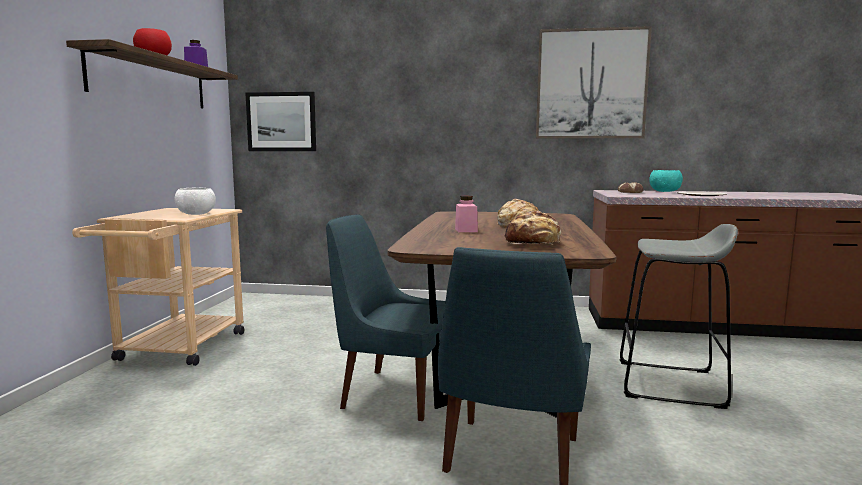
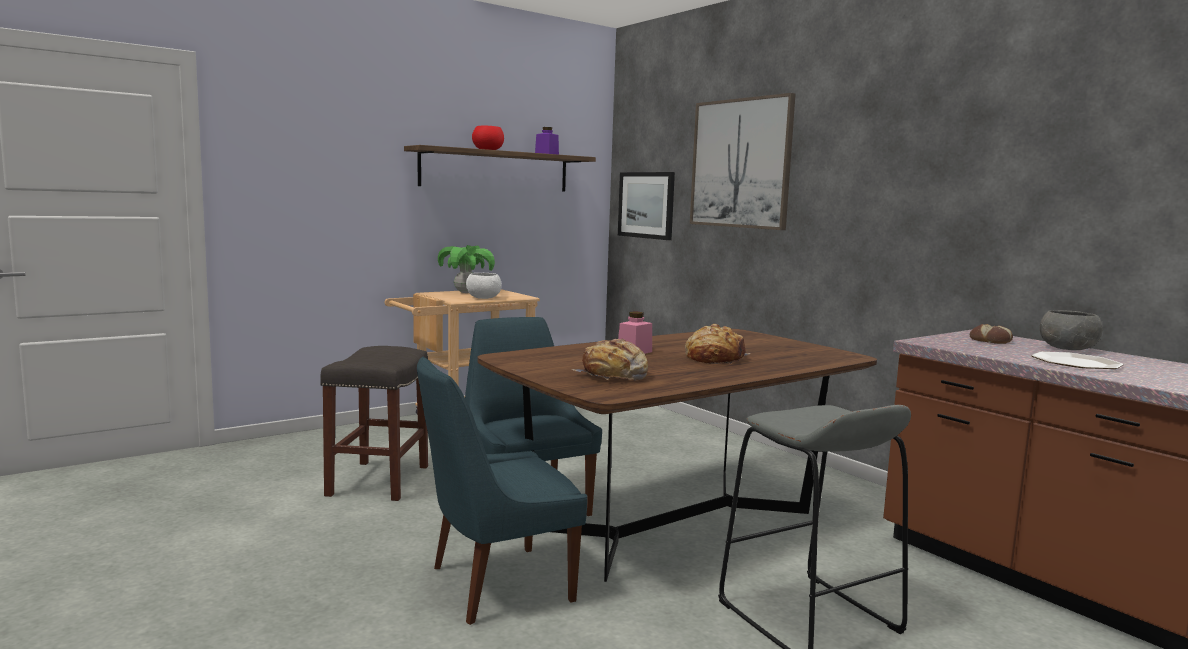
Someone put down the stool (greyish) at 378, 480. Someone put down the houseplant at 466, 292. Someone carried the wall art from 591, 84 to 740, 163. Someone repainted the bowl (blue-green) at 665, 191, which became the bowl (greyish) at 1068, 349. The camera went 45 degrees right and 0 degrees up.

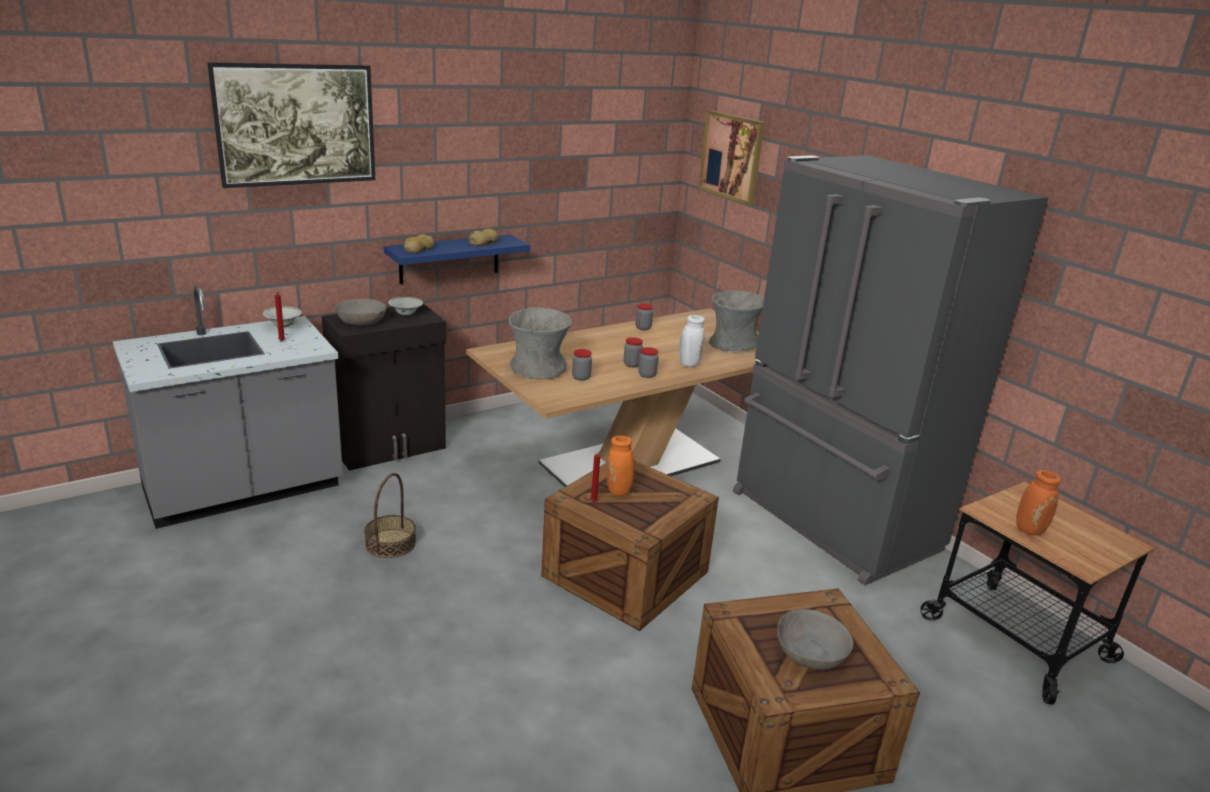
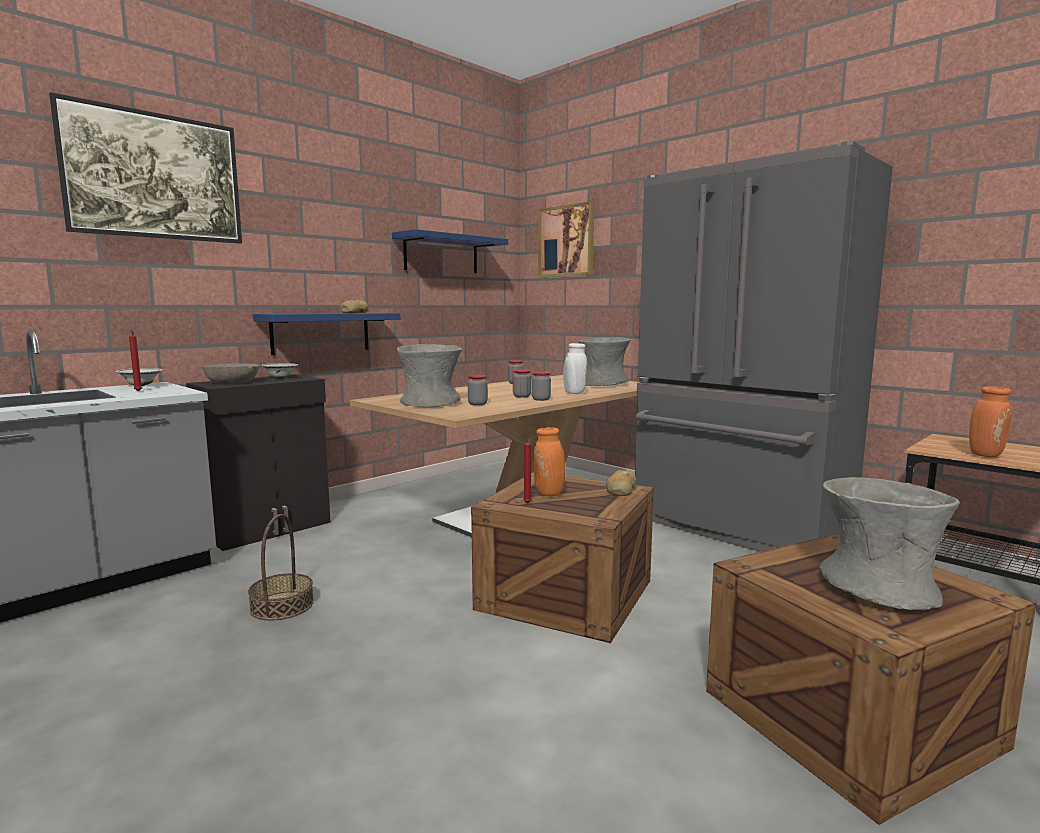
Someone put up the bracket shelf (bluish) at 441, 254. Someone carried the baked bread from 418, 249 to 620, 490. Someone swapped the bowl (greyish) at 810, 654 for the vase (greyish) at 878, 588. The camera went 10 degrees left and 15 degrees down.

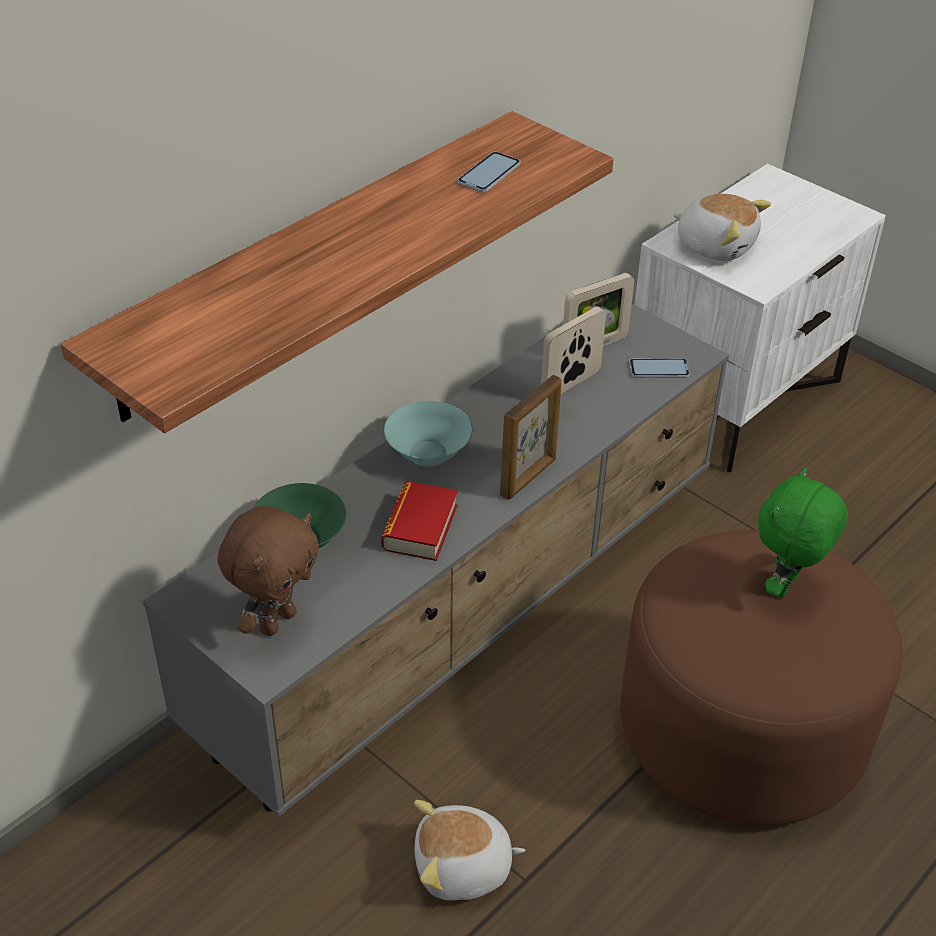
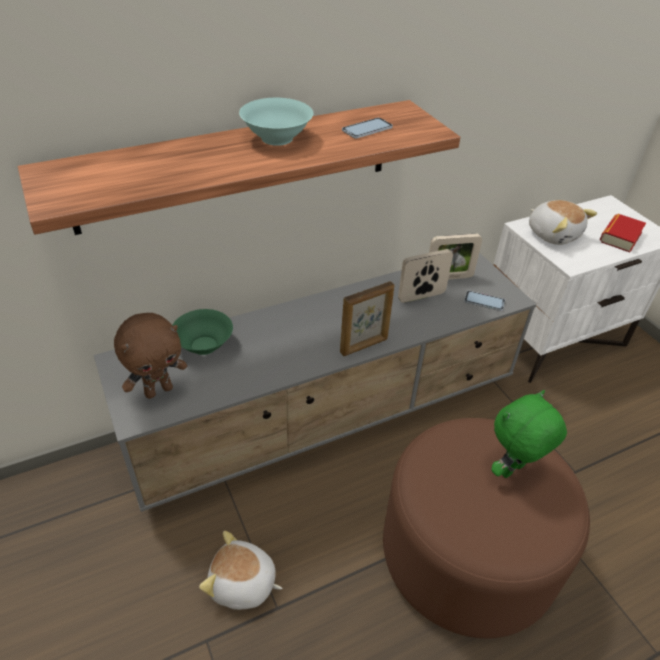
Someone carried the bound book from 420, 527 to 620, 237. Someone carried the bowl (blue-green) from 429, 453 to 278, 138. The camera went 20 degrees right and 0 degrees up.

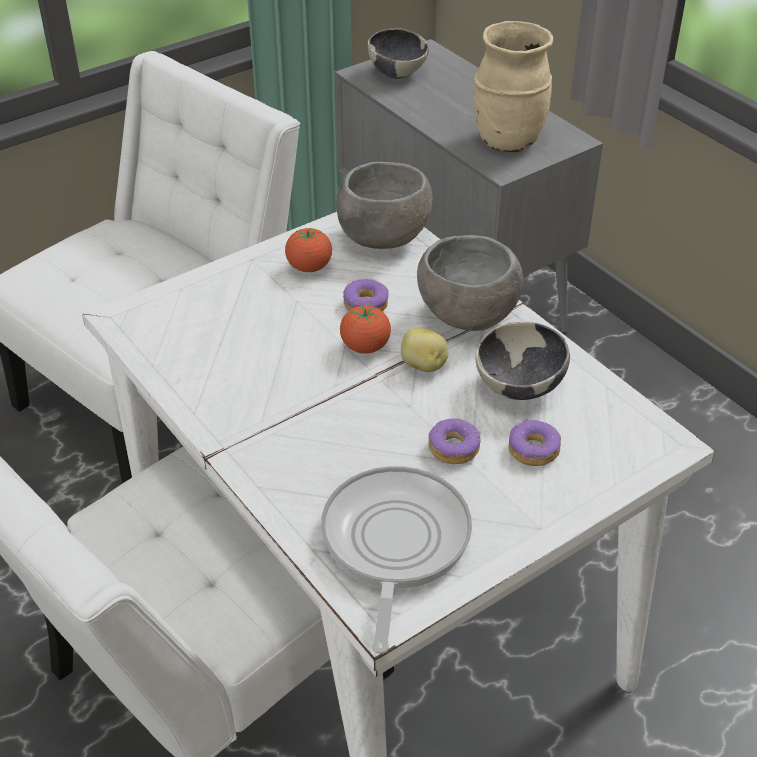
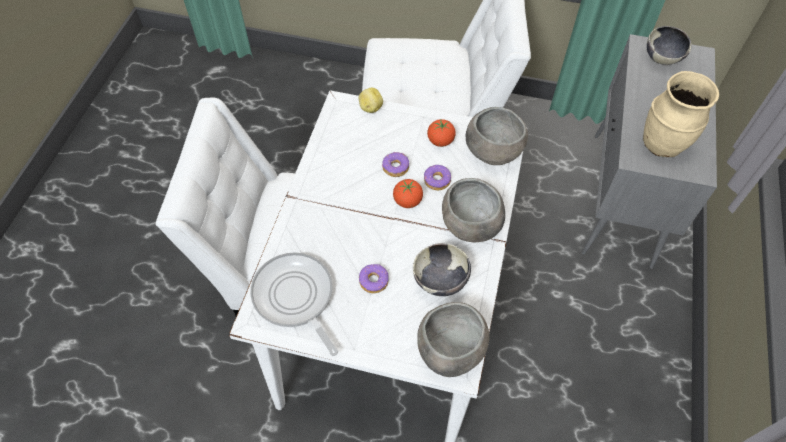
Someone put down the bowl (greyish) at 449, 351. Someone carried the whole potato from 423, 366 to 370, 108. Someone carried the ring doughnut from 533, 450 to 395, 167. Someone rotated the pan at 394, 544 by 90 degrees counterclockwise. The camera went 50 degrees right and 15 degrees up.

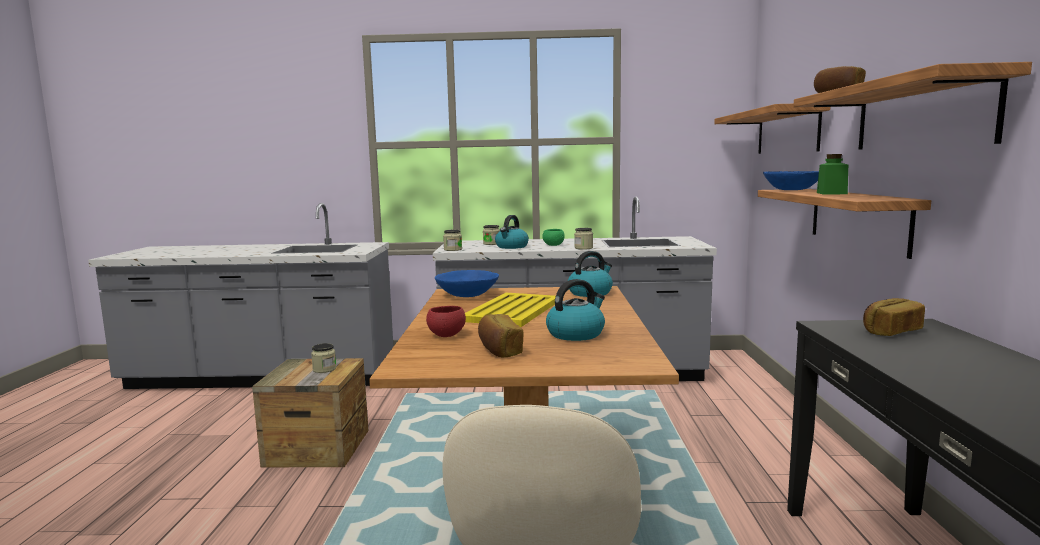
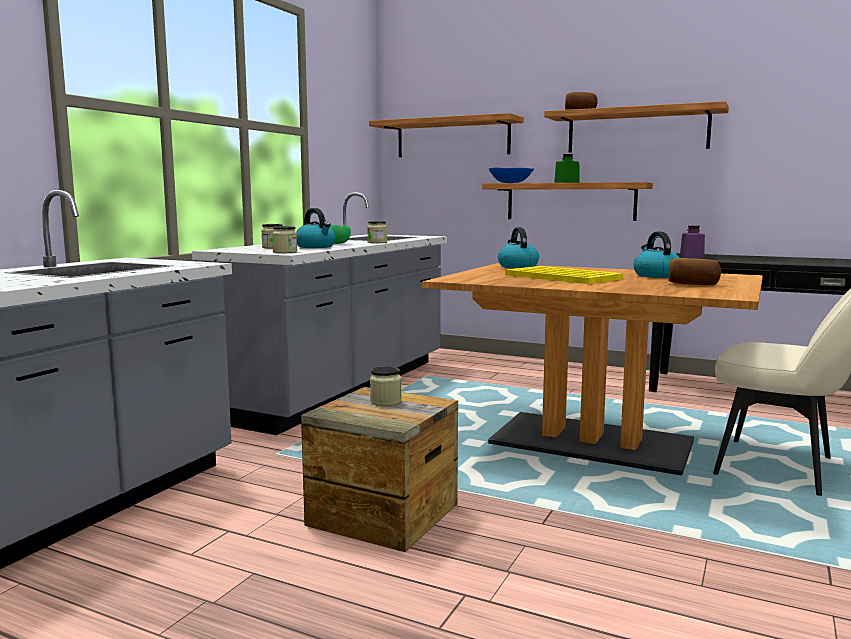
Someone took away the bowl (red-coloured) at 447, 335. Someone took away the bowl (bluish) at 468, 295. Someone swapped the baked bread at 890, 331 for the preserve jar (purple) at 691, 256. The camera went 65 degrees left and 0 degrees up.

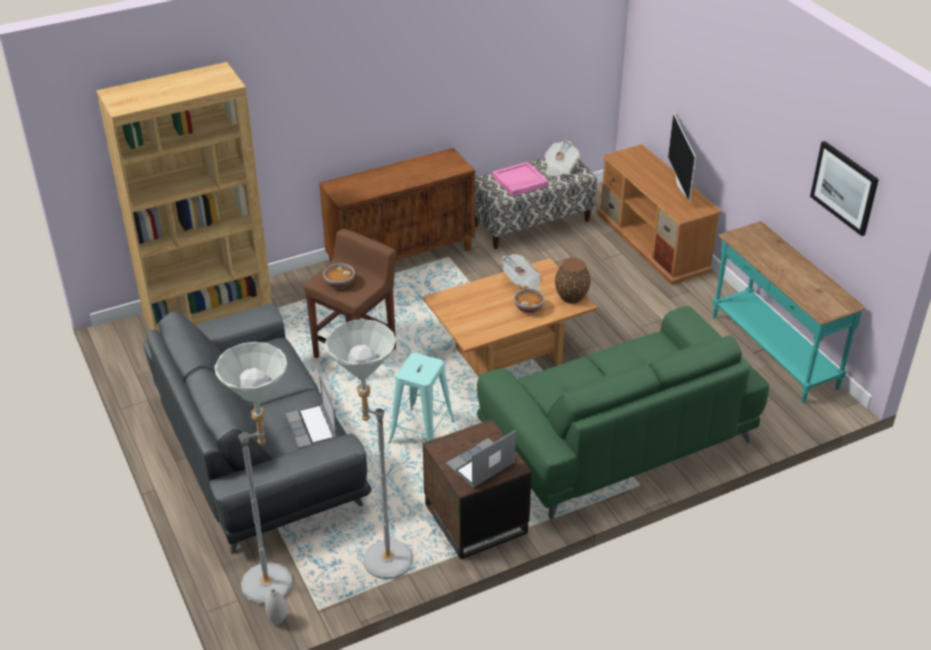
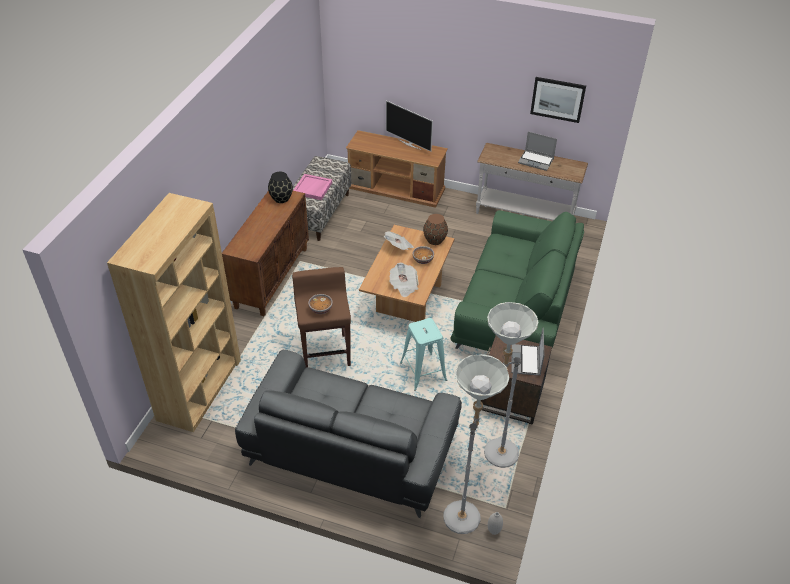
Someone put down the vase (black-coloured) at 281, 198. Someone carried the notebook computer from 313, 428 to 536, 161. Someone carried the newspaper from 559, 167 to 404, 286. Someone repainted the console table (blue-green) at 772, 352, which became the console table (white) at 524, 215. The camera went 45 degrees left and 5 degrees up.

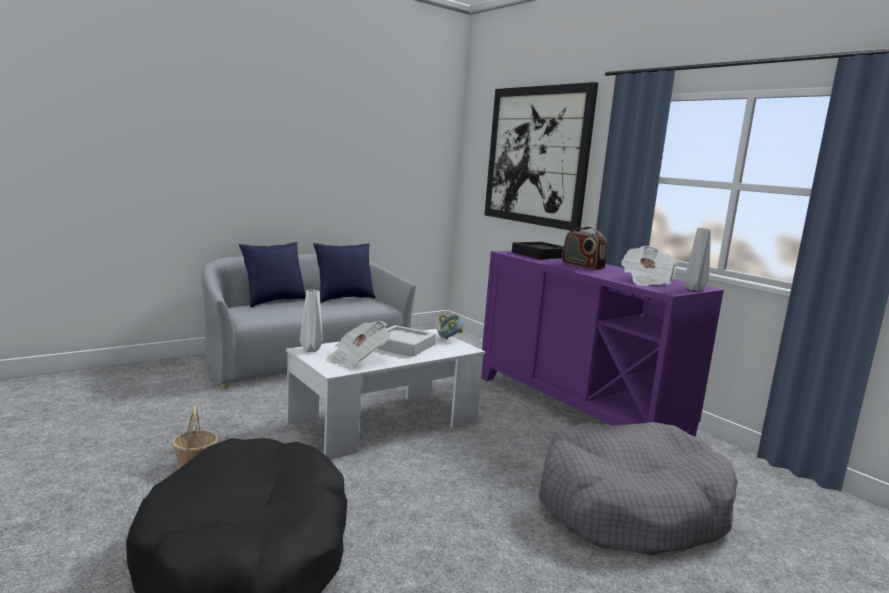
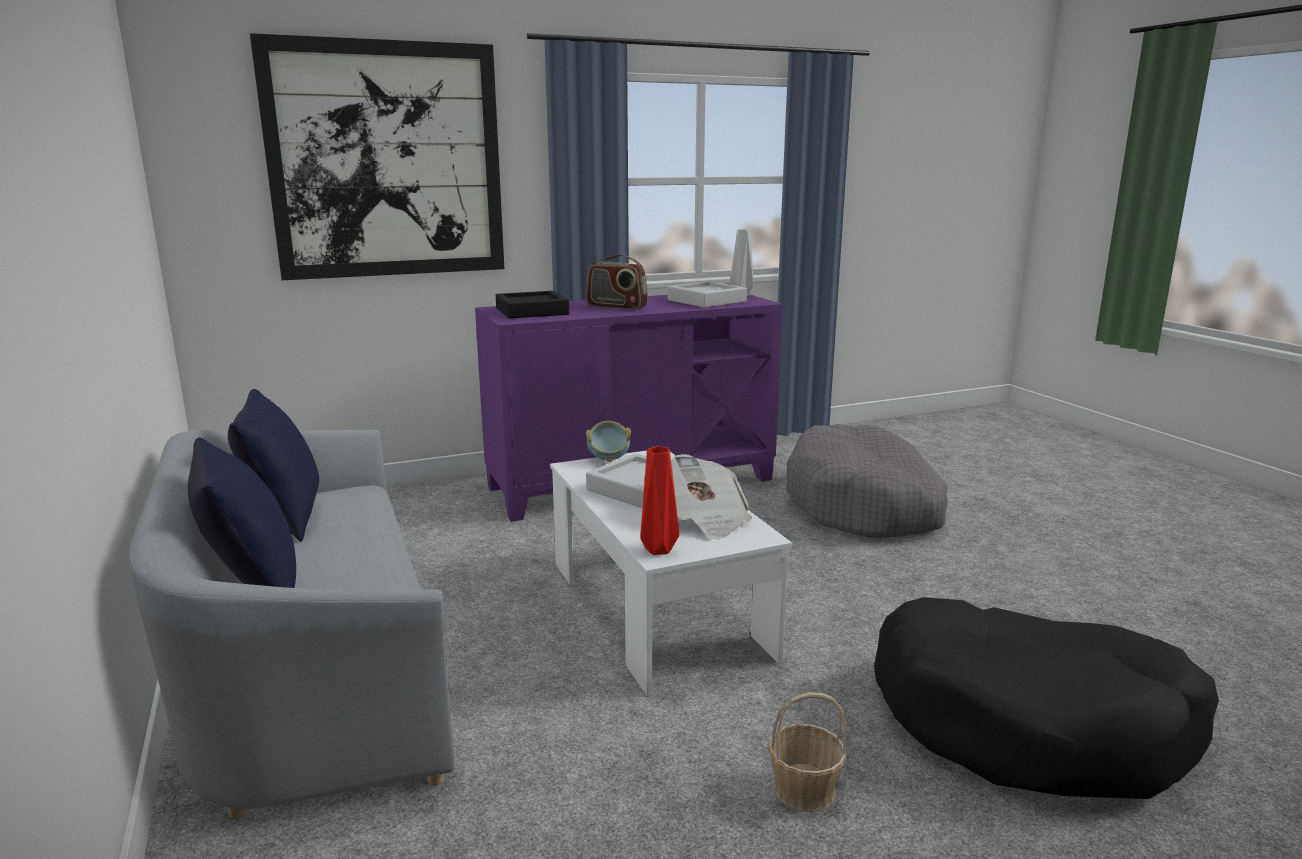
Someone swapped the newspaper at 646, 281 for the carrying tray (greyish) at 706, 301. Someone repainted the vase (white) at 312, 350, which became the vase (red-coloured) at 659, 549. Someone rotated the radio at 582, 266 by 45 degrees clockwise. The camera went 75 degrees left and 5 degrees up.

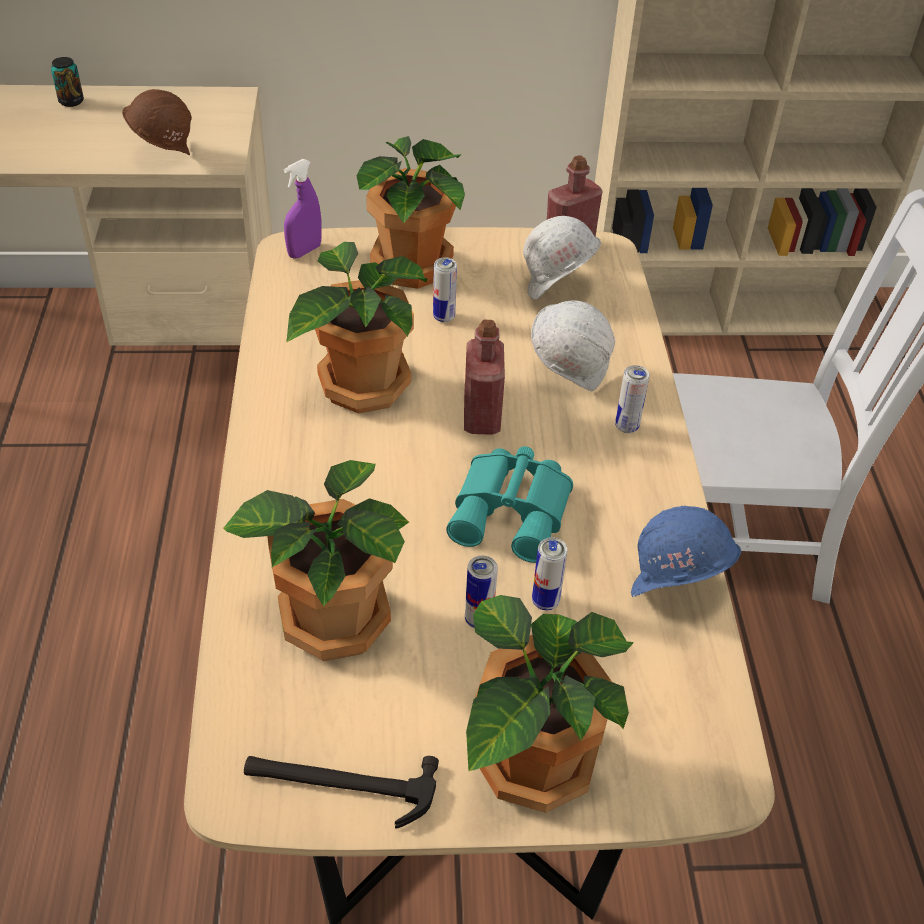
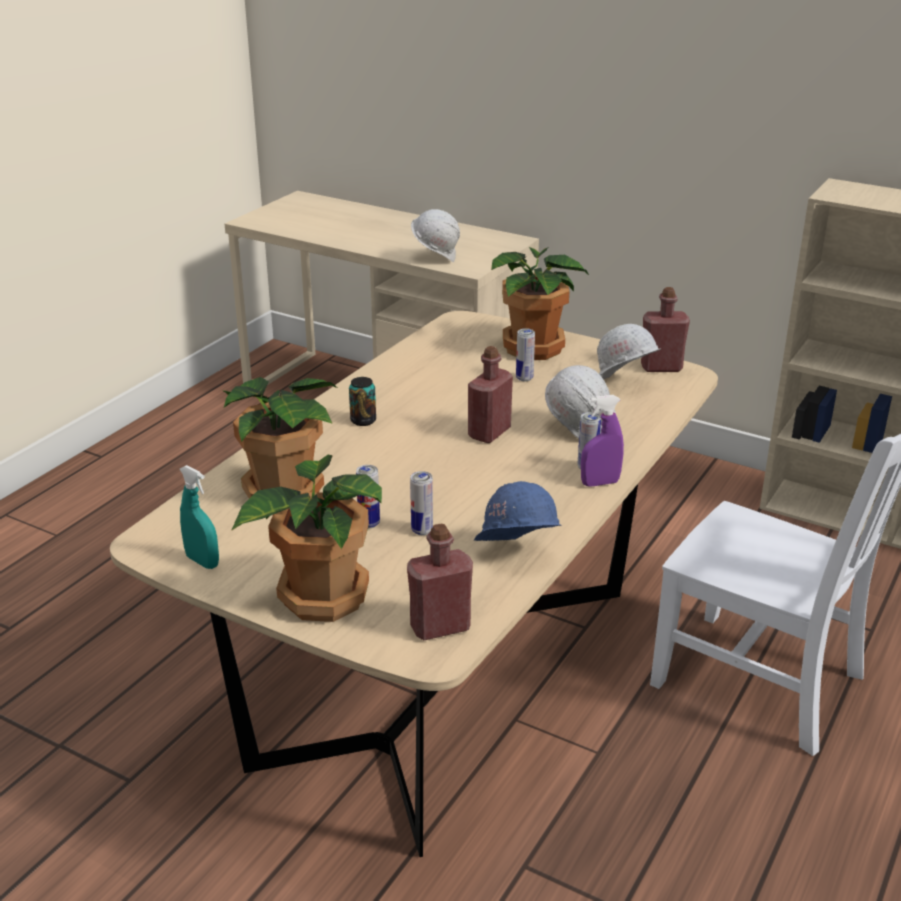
Someone took away the houseplant at 360, 386. Someone took away the binoculars (blue-green) at 514, 511. Someone put down the beverage bottle (red-coloured) at 440, 627. Someone carried the sealed can from 71, 101 to 363, 420. Someone carried the spray bottle (purple) from 304, 251 to 600, 483. Someone swapped the hand hammer at 339, 784 for the spray bottle (blue-green) at 202, 561. Someone repainted the hard hat (brown-coloured) at 163, 155, which became the hard hat (white) at 436, 259. The camera went 35 degrees right and 15 degrees down.

